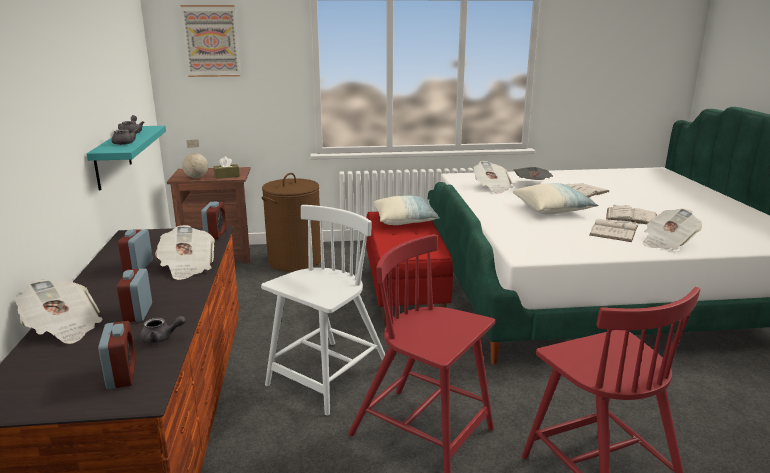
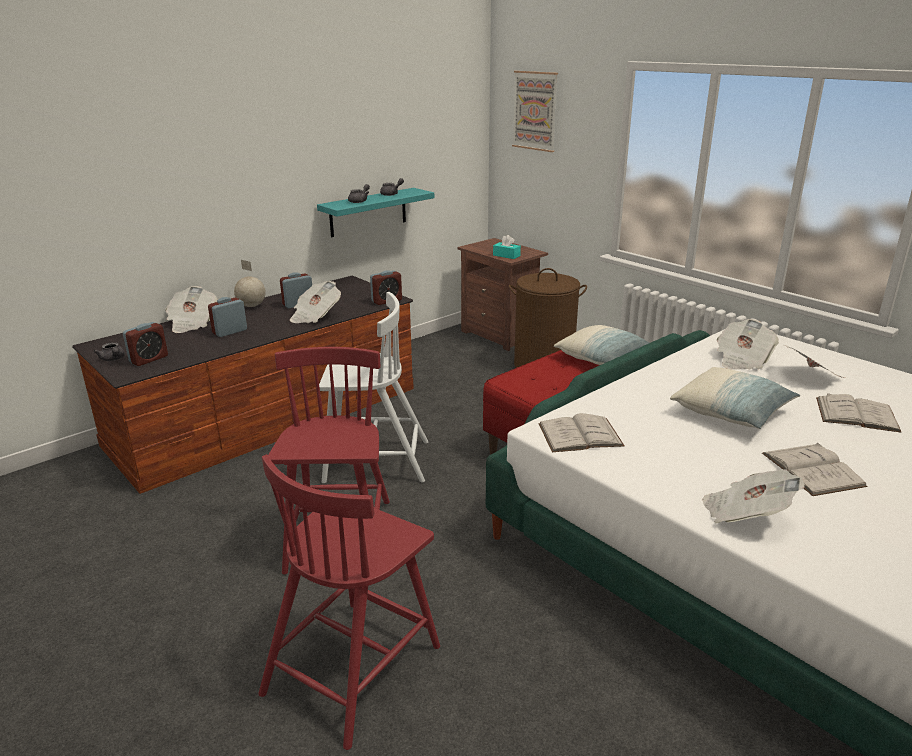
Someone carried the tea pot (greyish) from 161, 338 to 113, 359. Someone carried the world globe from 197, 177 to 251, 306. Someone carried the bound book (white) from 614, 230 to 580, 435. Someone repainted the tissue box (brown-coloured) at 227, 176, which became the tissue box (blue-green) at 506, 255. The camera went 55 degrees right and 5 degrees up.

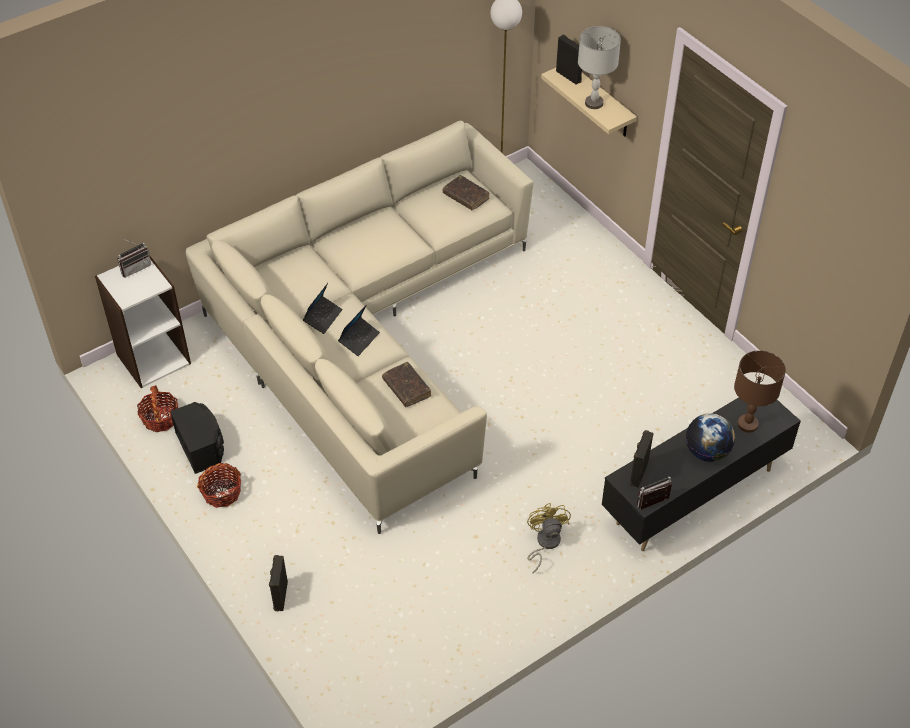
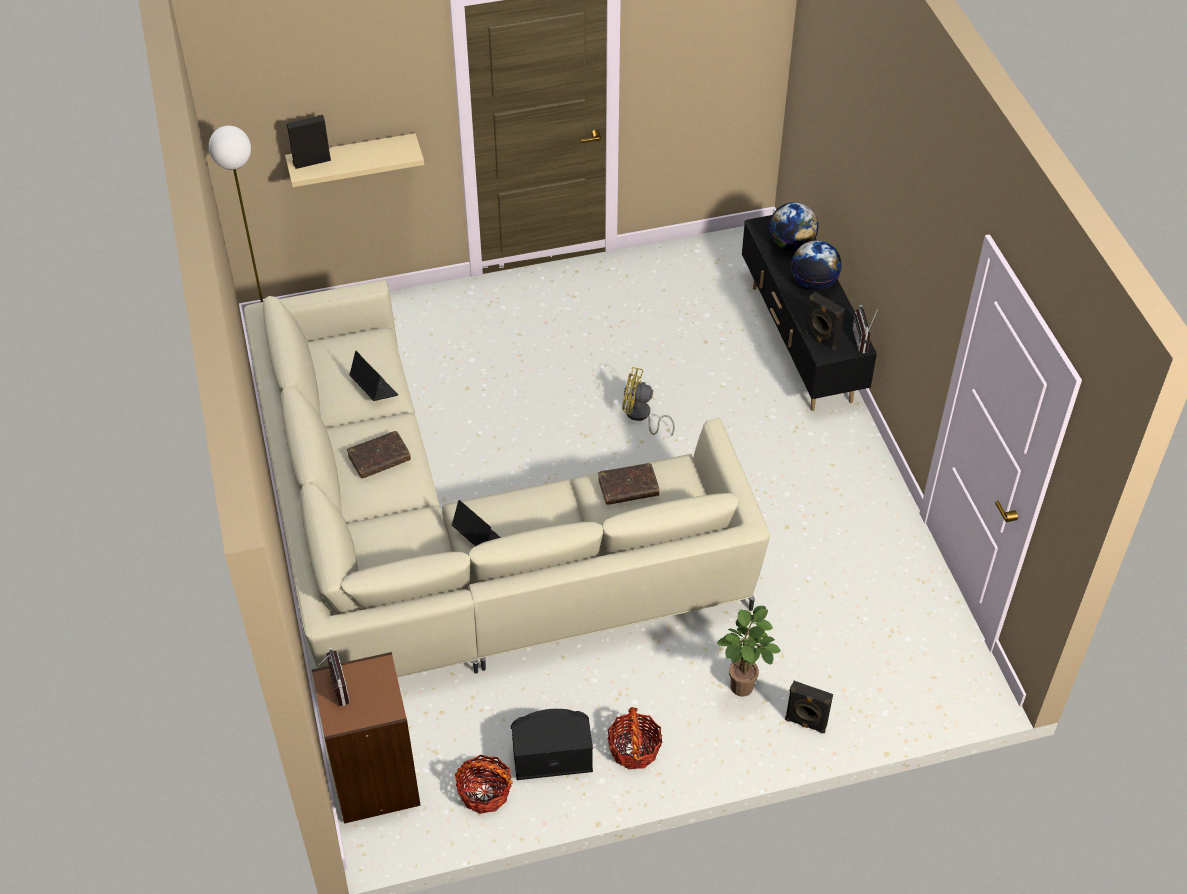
Someone took away the lamp for a table (greyish) at 594, 103. Someone put down the houseplant at 743, 690. Someone carried the notebook computer from 359, 339 to 374, 388. Someone carried the bound book (brown-coloured) from 466, 196 to 379, 459. Someone carried the electric fan (yellow) from 545, 543 to 641, 416. Someone swapped the lamp for a table (brown-coloured) at 747, 424 for the world globe at 791, 245. Someone repainted the bookcase (white) at 153, 358, which became the bookcase (brown-coloured) at 374, 780. The camera went 70 degrees left and 0 degrees up.

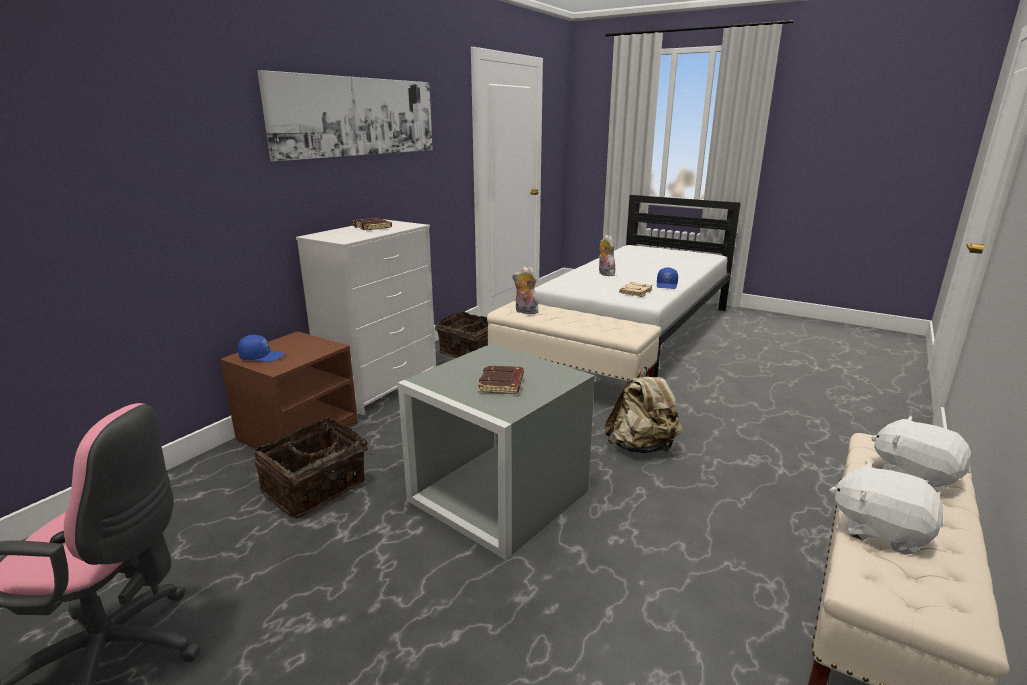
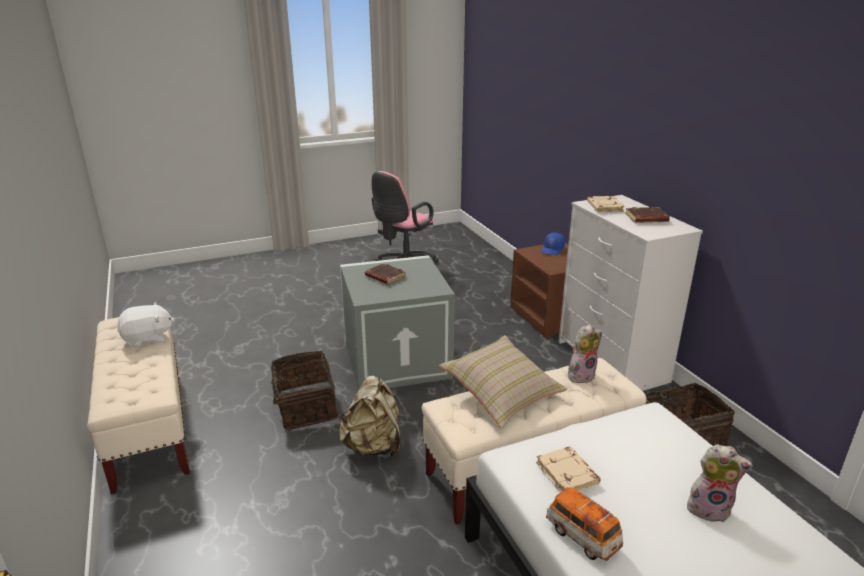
Someone took away the wall art at 357, 116. Someone took away the plush toy (white) at 915, 475. Someone put down the pillow (sand-coloured) at 501, 394. Someone put down the bound book (sand-coloured) at 604, 207. Someone carried the storage basket from 316, 488 to 304, 407. Someone swapped the baseball cap (bluish) at 667, 285 for the model car at 582, 536. The camera went 125 degrees right and 5 degrees up.

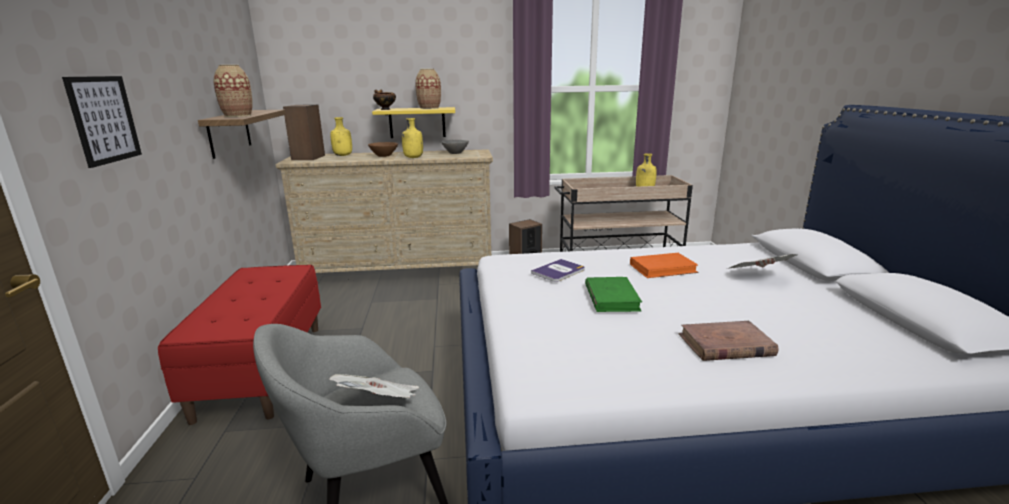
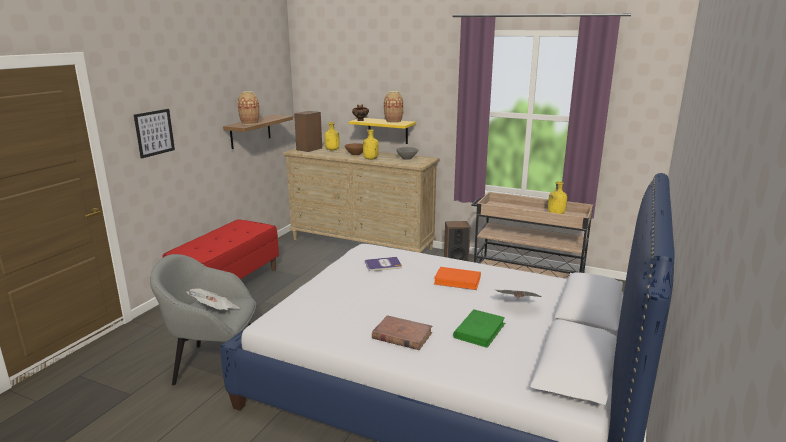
Someone carried the bound book (green) from 611, 297 to 479, 330. The camera went 30 degrees right and 0 degrees up.

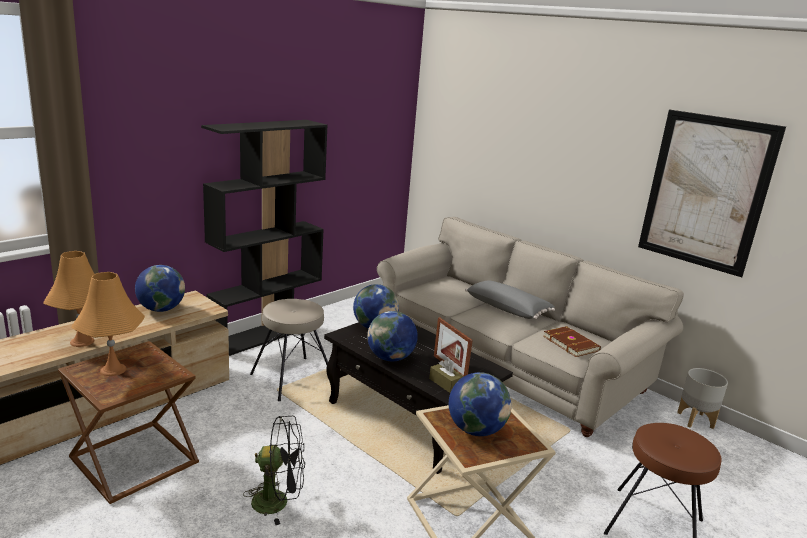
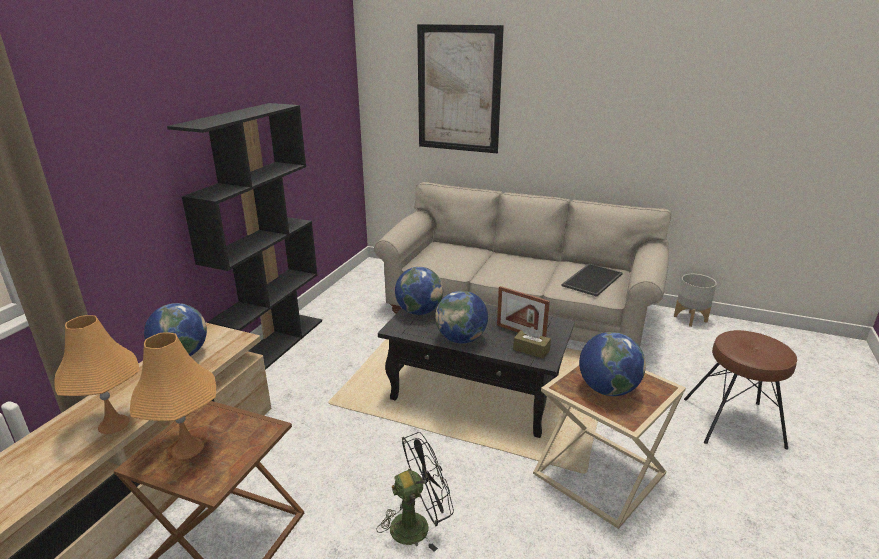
Someone took away the stool (sand-coloured) at 292, 377. Someone took away the pillow (greyish) at 508, 308. Someone carried the wall art from 705, 192 to 458, 89. Someone swapped the bound book (brown-coloured) at 571, 343 for the carrying tray at 591, 279. The camera went 20 degrees left and 5 degrees up.

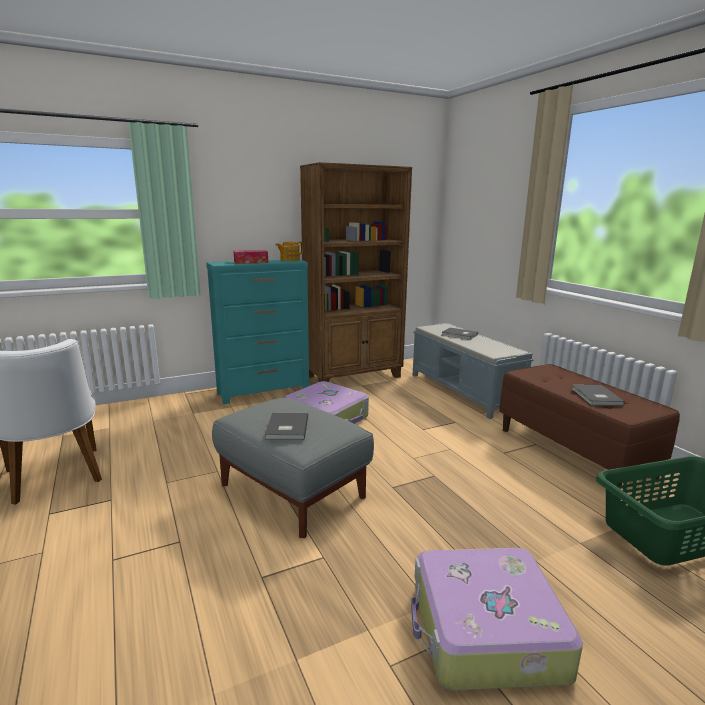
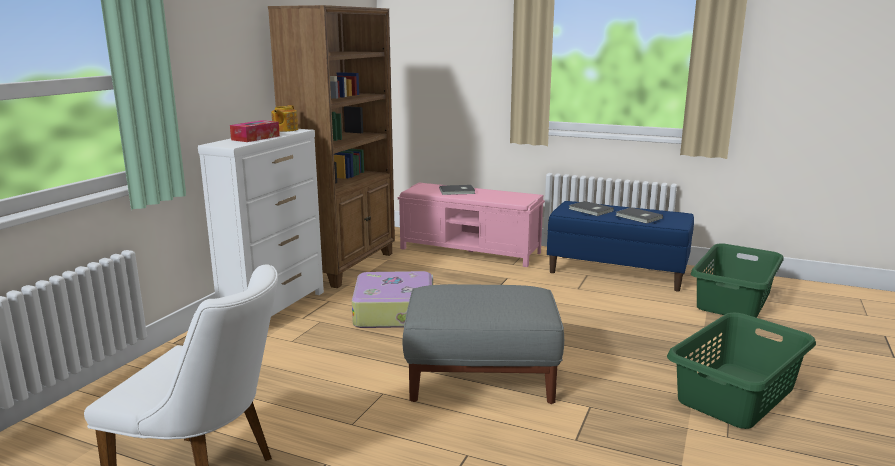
Someone carried the bound book (greyish) from 286, 428 to 590, 210. Someone swapped the piece of luggage at 485, 631 for the washing basket (green) at 737, 394. Someone repainted the drawer chest (blue-green) at 264, 392, which became the drawer chest (white) at 275, 309. Someone repainted the long seat (greyish) at 464, 391, which became the long seat (pinkish) at 471, 251. Someone repainted the long seat (brown-coloured) at 574, 452, which became the long seat (bluish) at 617, 272. The camera went 40 degrees left and 0 degrees up.

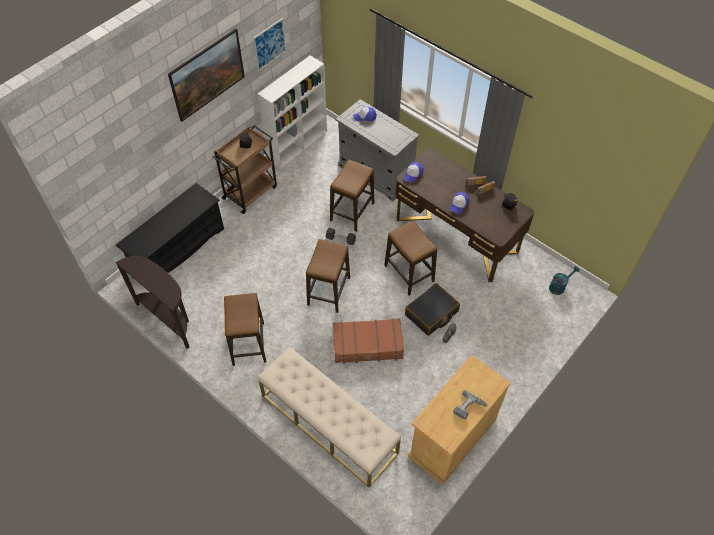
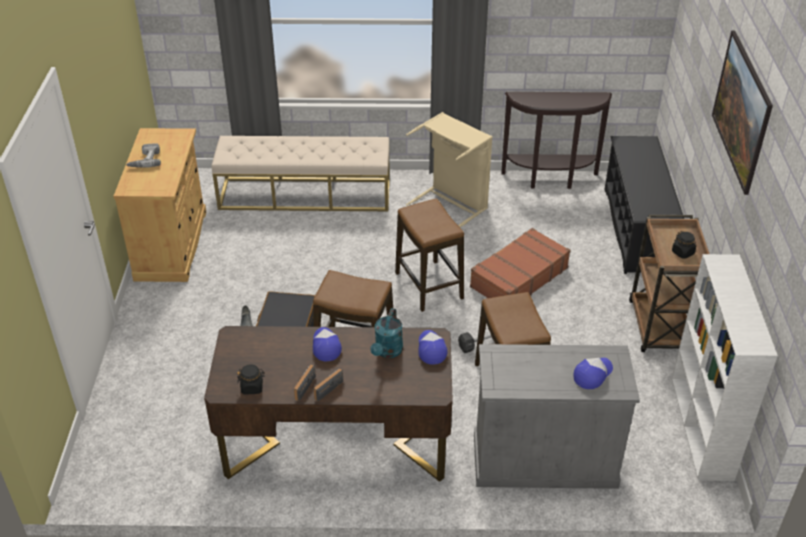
Someone took away the wall art at 269, 44. Someone carried the piece of luggage (brown-coloured) from 368, 345 to 518, 277. Someone carried the watering pot (blue-green) from 559, 286 to 387, 352. Someone swapped the stool at 248, 343 for the washing basket (sand-coloured) at 452, 203. The camera went 140 degrees right and 15 degrees down.

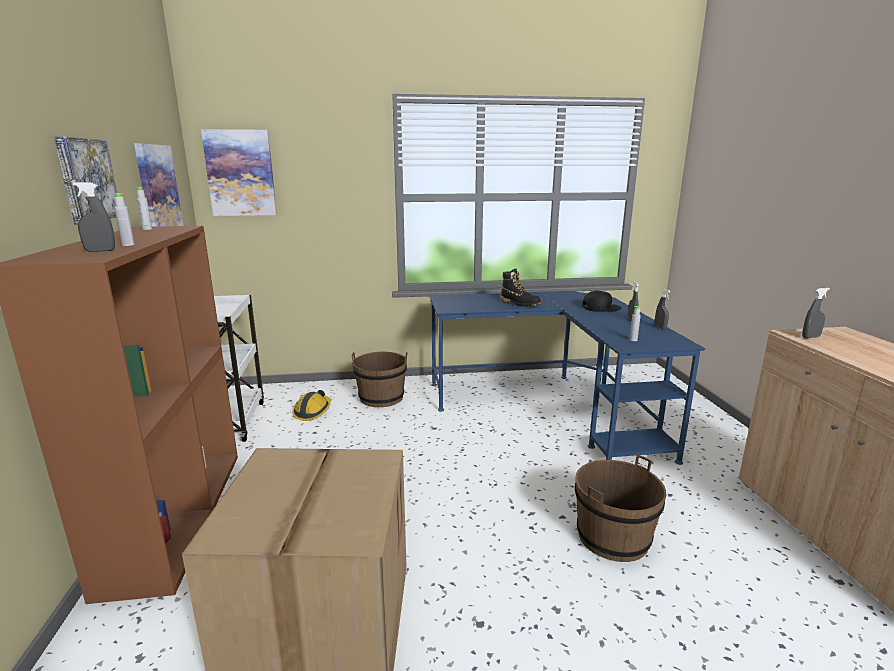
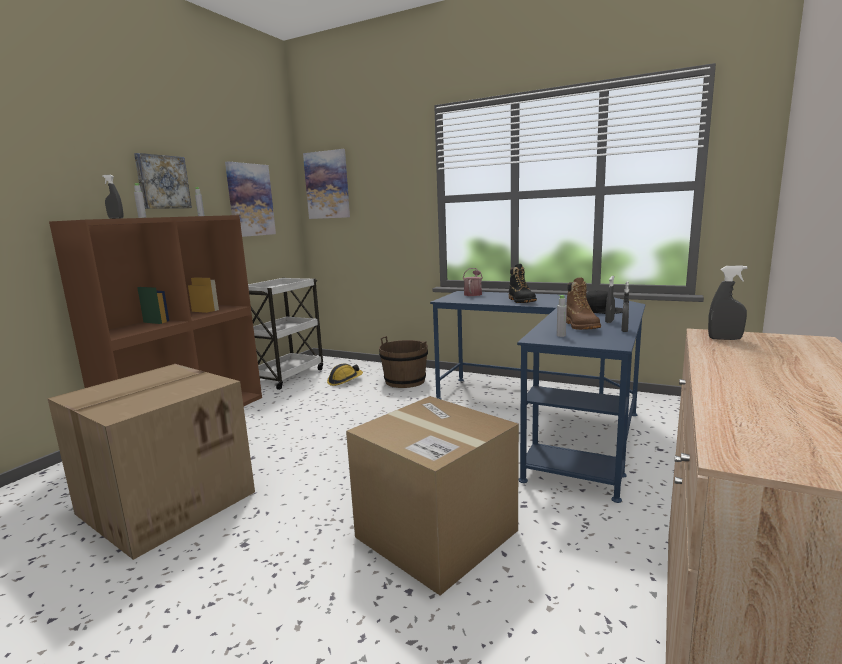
Someone put down the watering pot at 473, 294. Someone put down the boot (brown-coloured) at 581, 326. Someone swapped the bucket (brown-coloured) at 613, 537 for the cardboard box at 436, 534. The camera went 35 degrees right and 5 degrees down.

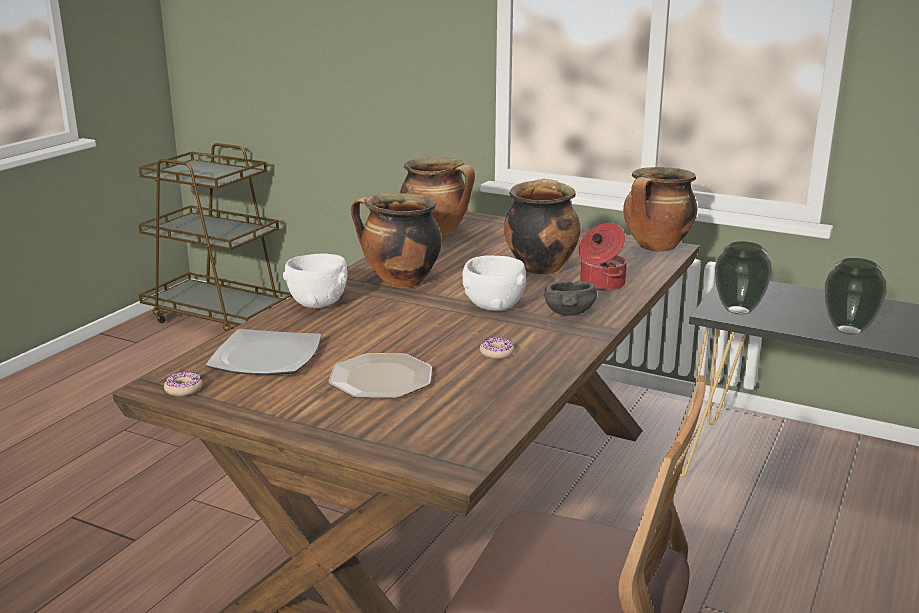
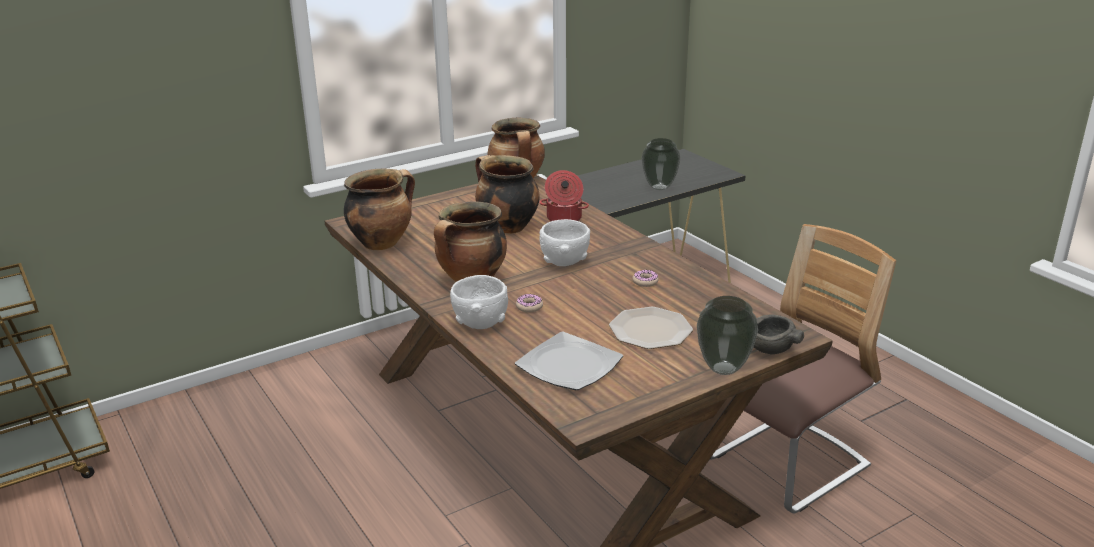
Someone carried the ring doughnut from 183, 389 to 529, 307. Someone carried the bowl (greyish) from 568, 313 to 770, 349. Someone carried the vase from 739, 311 to 724, 368. The camera went 60 degrees left and 5 degrees up.

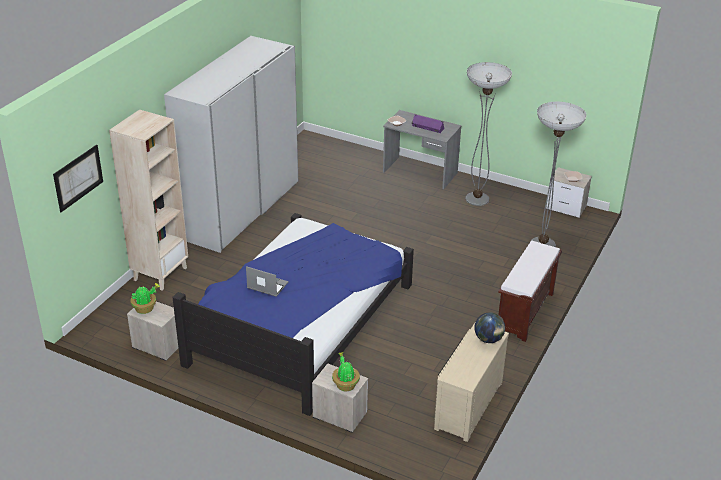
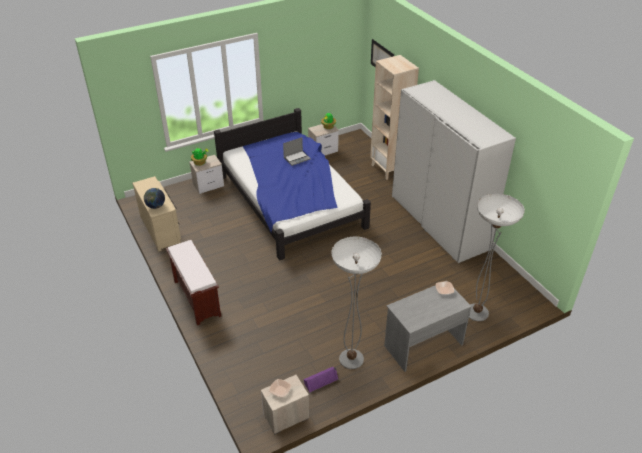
Someone carried the speaker (purple) from 427, 128 to 320, 380. Someone carried the standing lamp from 542, 244 to 477, 312. The camera went 125 degrees right and 5 degrees up.

